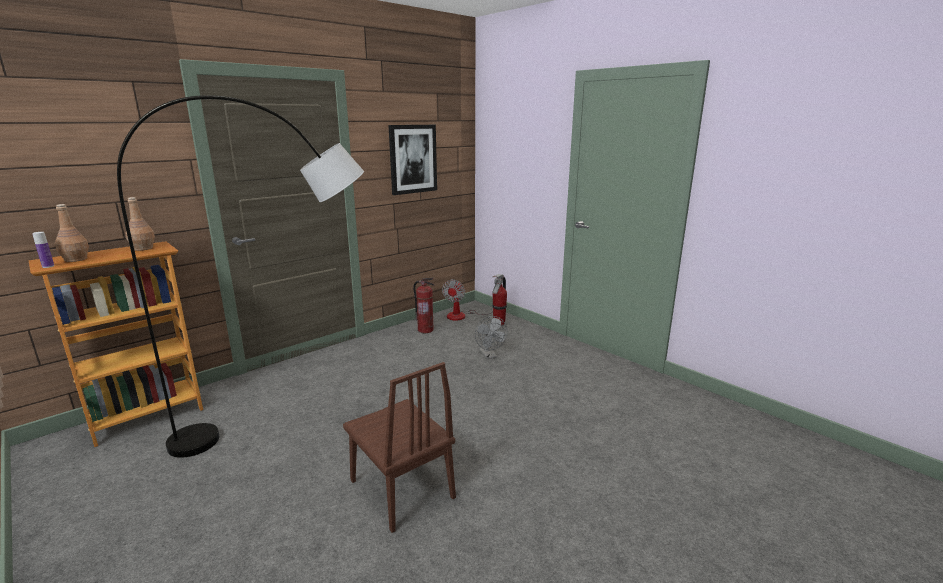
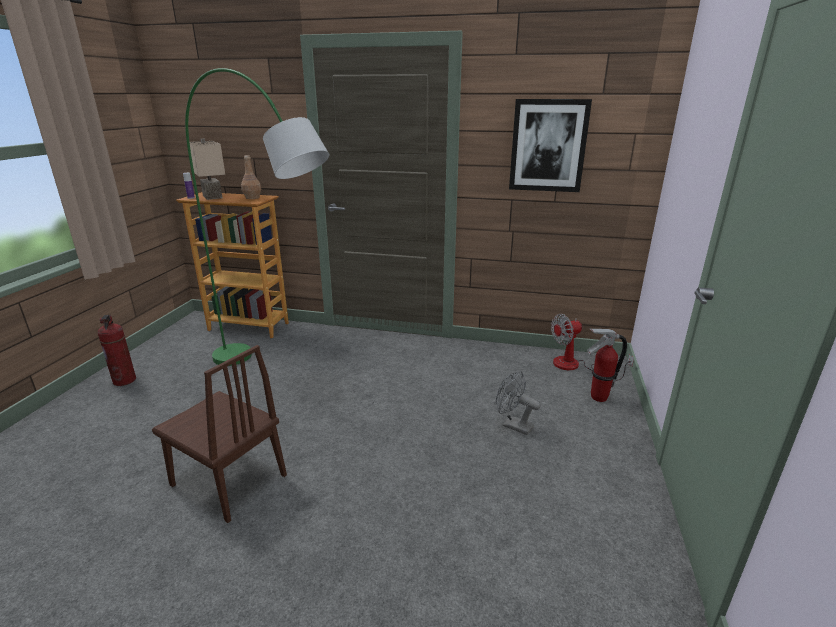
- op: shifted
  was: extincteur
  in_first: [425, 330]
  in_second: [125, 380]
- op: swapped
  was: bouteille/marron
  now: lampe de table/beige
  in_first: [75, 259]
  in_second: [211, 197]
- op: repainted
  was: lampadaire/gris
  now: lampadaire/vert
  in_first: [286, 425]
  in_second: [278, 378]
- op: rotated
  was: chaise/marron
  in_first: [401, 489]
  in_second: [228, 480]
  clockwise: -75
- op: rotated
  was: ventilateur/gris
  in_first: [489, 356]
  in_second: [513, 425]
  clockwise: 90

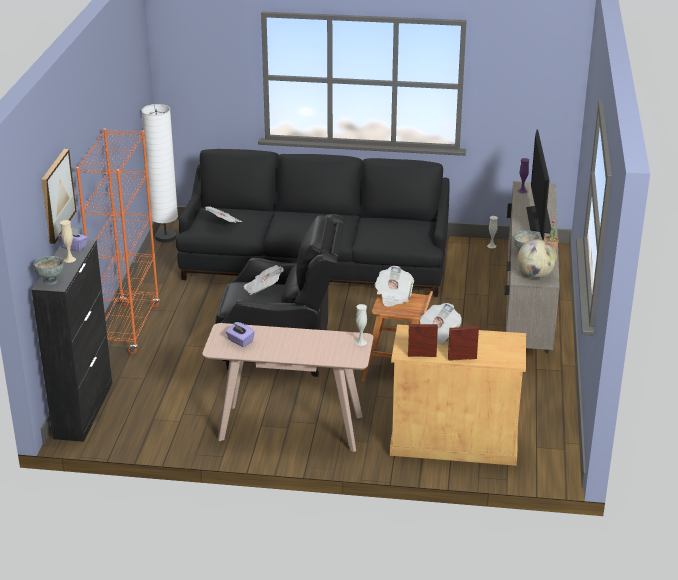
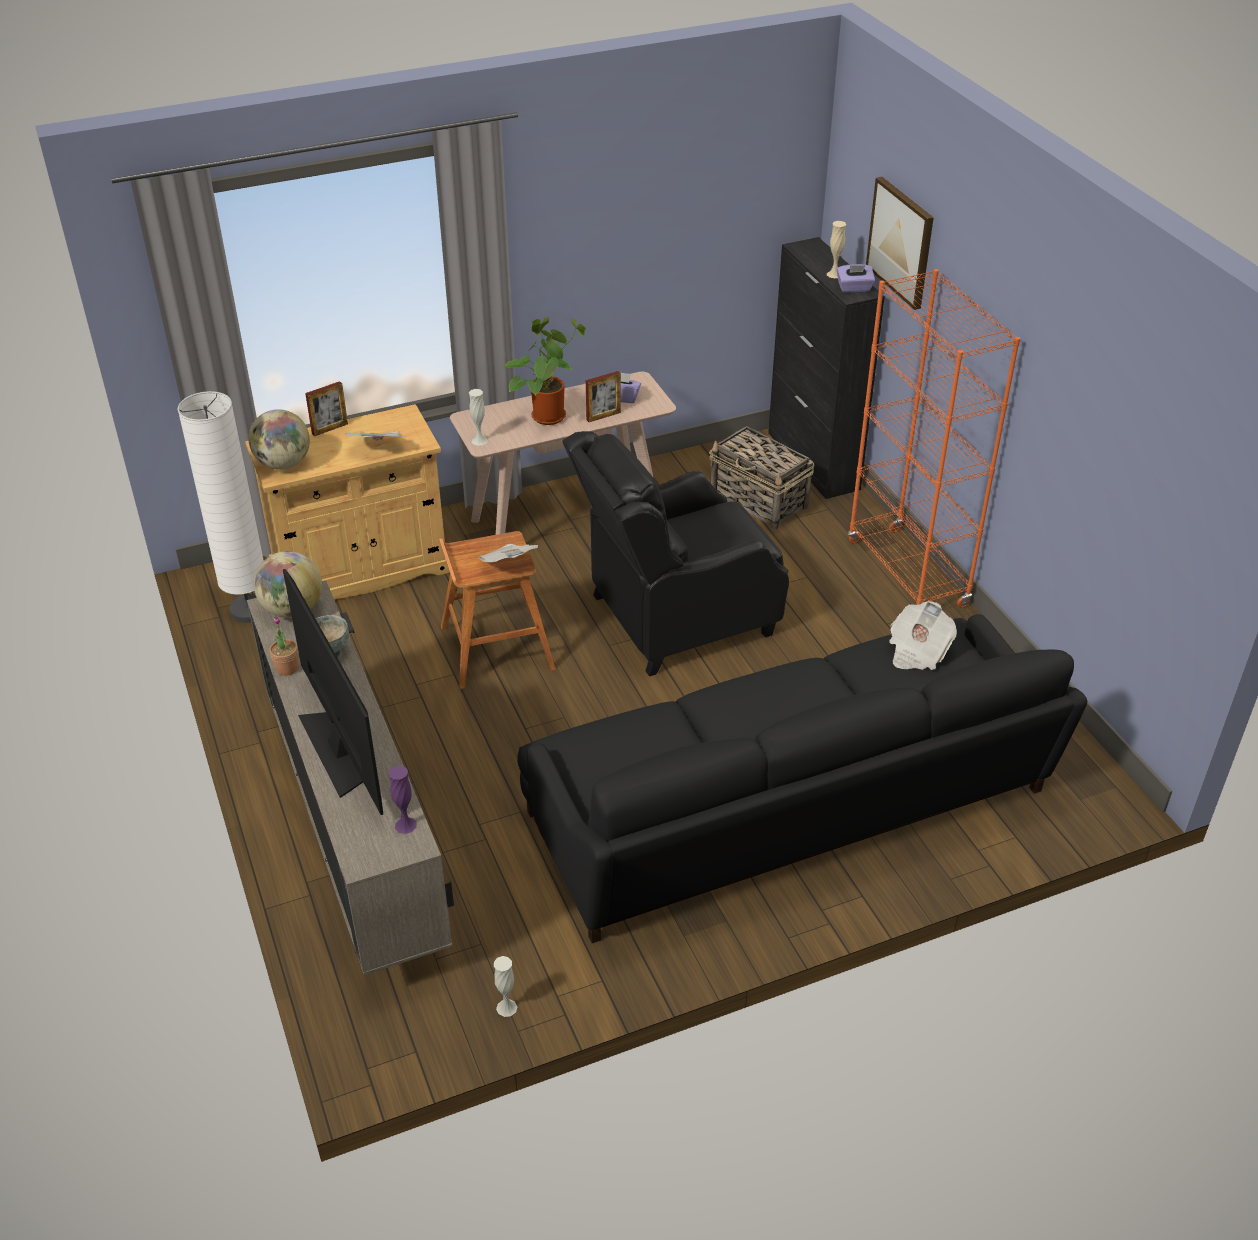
- op: gone
  was: bol/gris
  in_first: [50, 280]
- op: gone
  was: journal
  in_first: [263, 289]
- op: new
  now: globe
  in_second: [283, 464]
- op: new
  now: plante en pot
  in_second: [548, 414]
- op: new
  now: panier
  in_second: [759, 501]
- op: shifted
  was: lampadaire/blanc
  in_first: [165, 237]
  in_second: [249, 610]
- op: shifted
  was: cadre photo
  in_first: [422, 355]
  in_second: [603, 416]

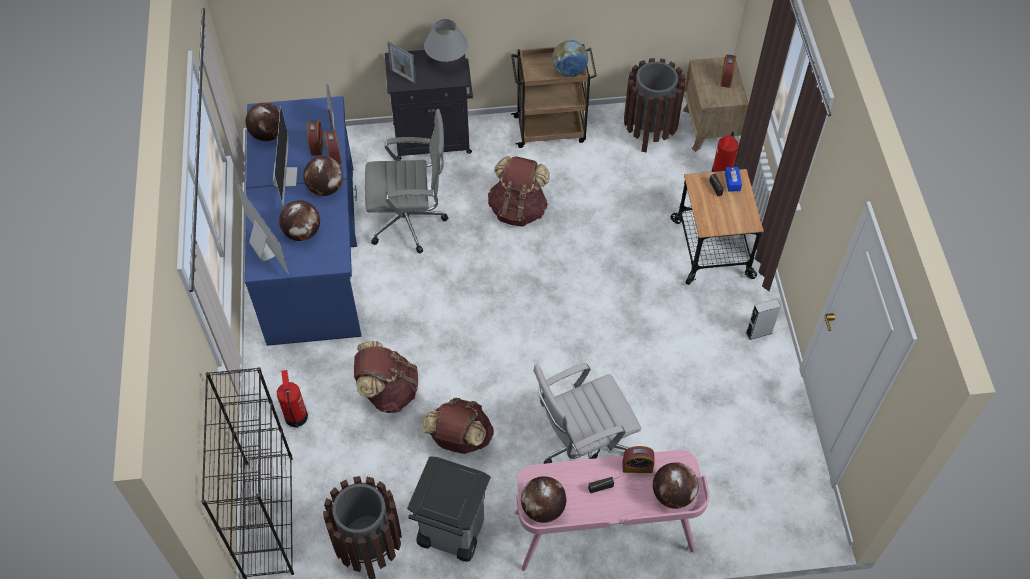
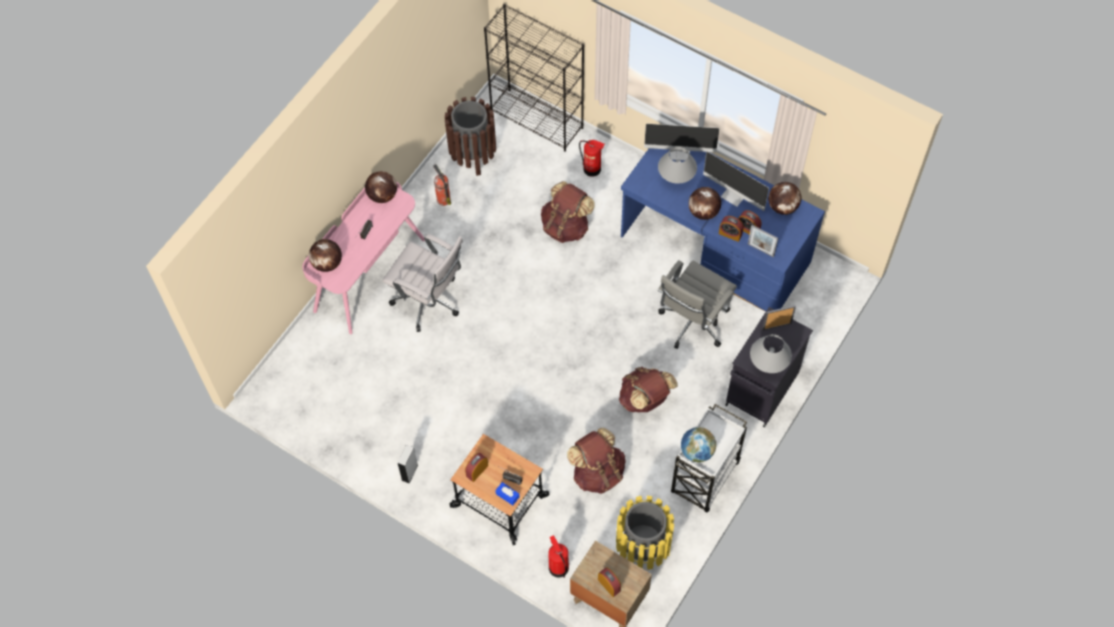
- op: shifted
  was: sac à dos/marron
  in_first: [459, 439]
  in_second: [597, 472]
- op: shifted
  was: réveil
  in_first: [637, 466]
  in_second: [477, 470]
- op: swapped
  was: globe
  now: lampe de table/gris
  in_first: [303, 232]
  in_second: [676, 178]
- op: swapped
  was: poubelle/gris
  now: extincteur
  in_first: [451, 533]
  in_second: [443, 199]
- op: repainted
  was: chariot/marron
  now: chariot/blanc
  in_first: [551, 129]
  in_second: [704, 479]
- op: repainted
  was: poubelle/marron
  now: poubelle/jaune
  in_first: [649, 132]
  in_second: [642, 549]
- op: rotated
  was: chaise de bureau/blanc
  in_first: [582, 449]
  in_second: [430, 302]
  clockwise: 105

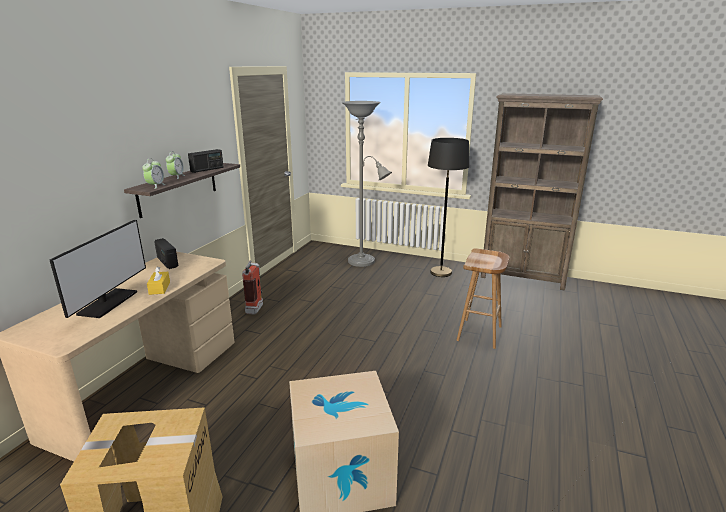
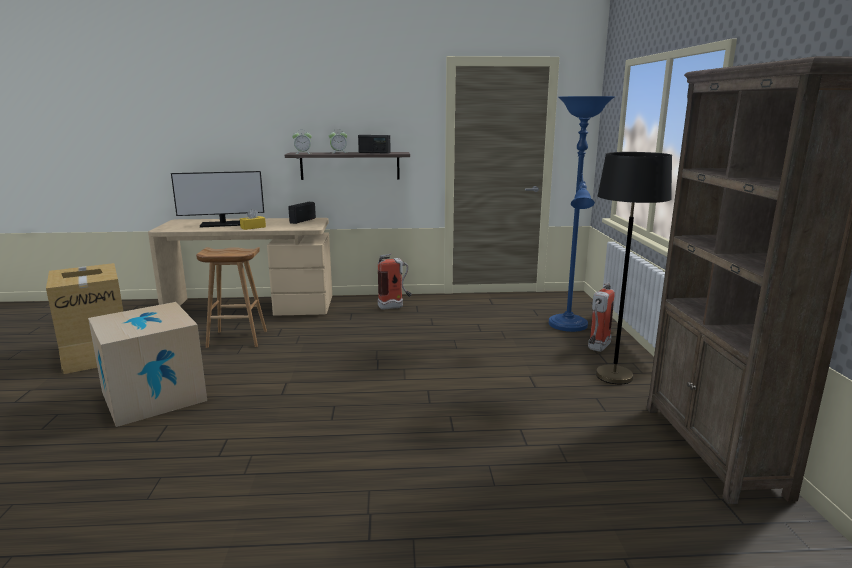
- op: new
  now: extincteur
  in_second: [597, 349]
- op: shifted
  was: tabouret/marron
  in_first: [480, 334]
  in_second: [236, 339]
- op: repainted
  was: lampadaire/gris
  now: lampadaire/bleu
  in_first: [364, 262]
  in_second: [568, 326]

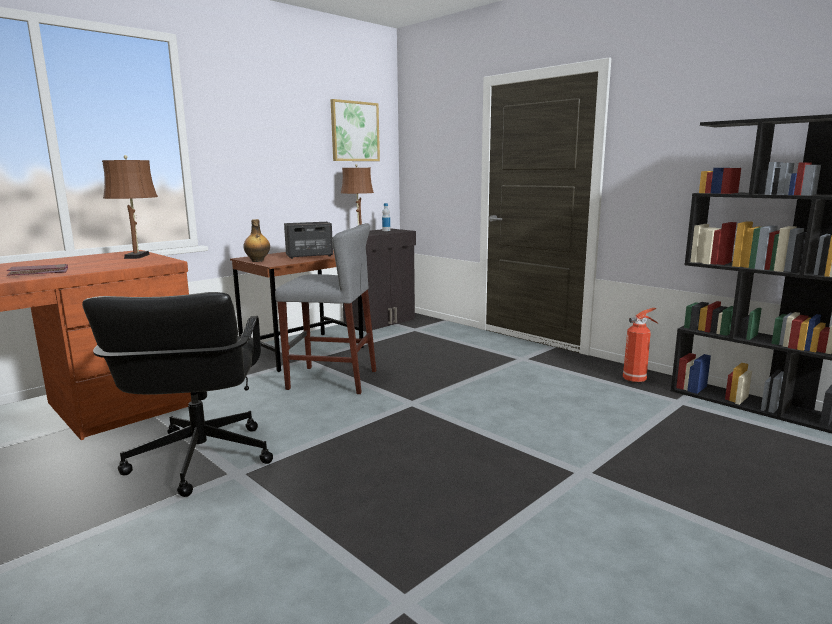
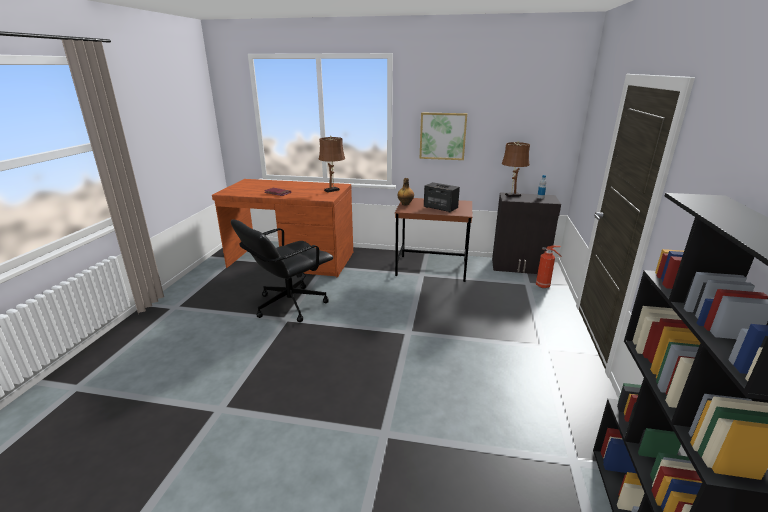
- op: gone
  was: tabouret/gris
  in_first: [332, 379]
- op: shifted
  was: tableau
  in_first: [354, 131]
  in_second: [442, 136]
- op: shifted
  was: extincteur
  in_first: [635, 380]
  in_second: [543, 286]

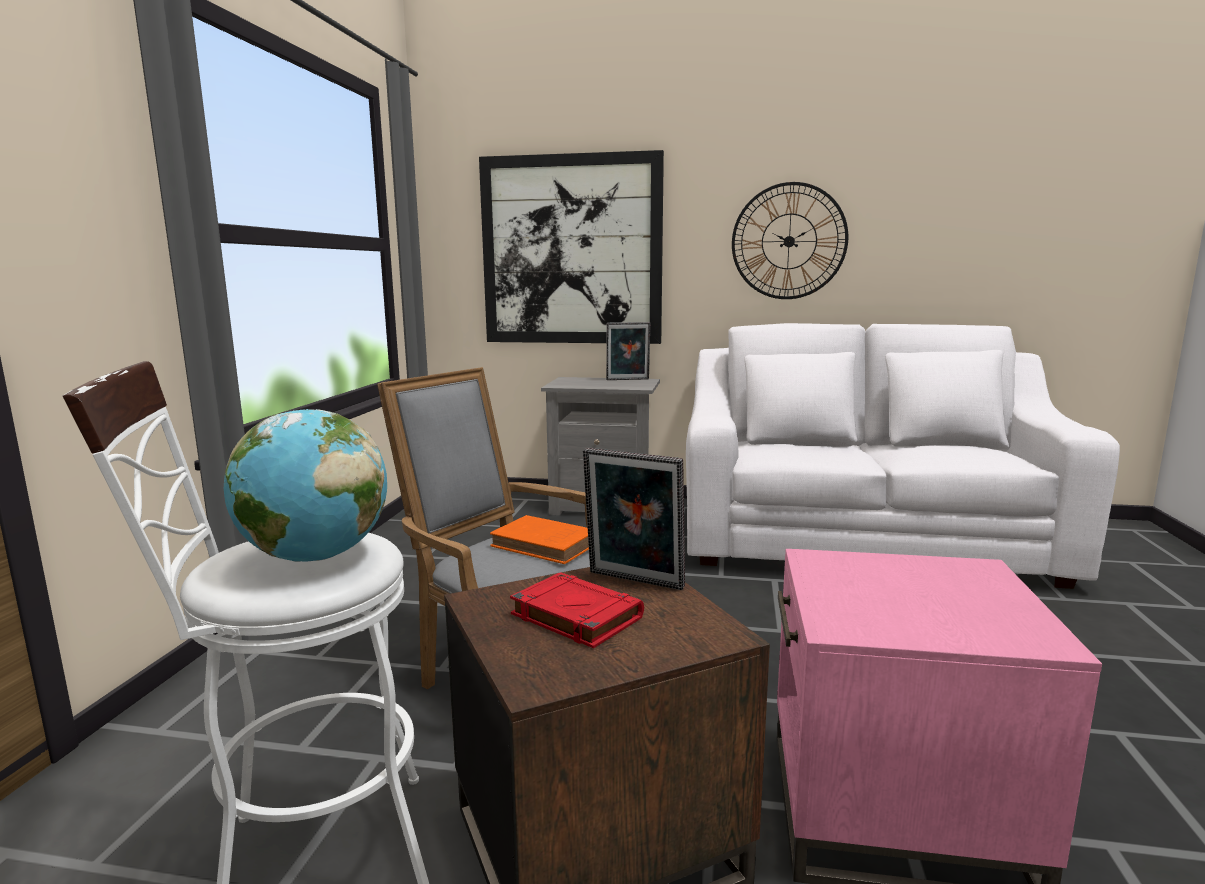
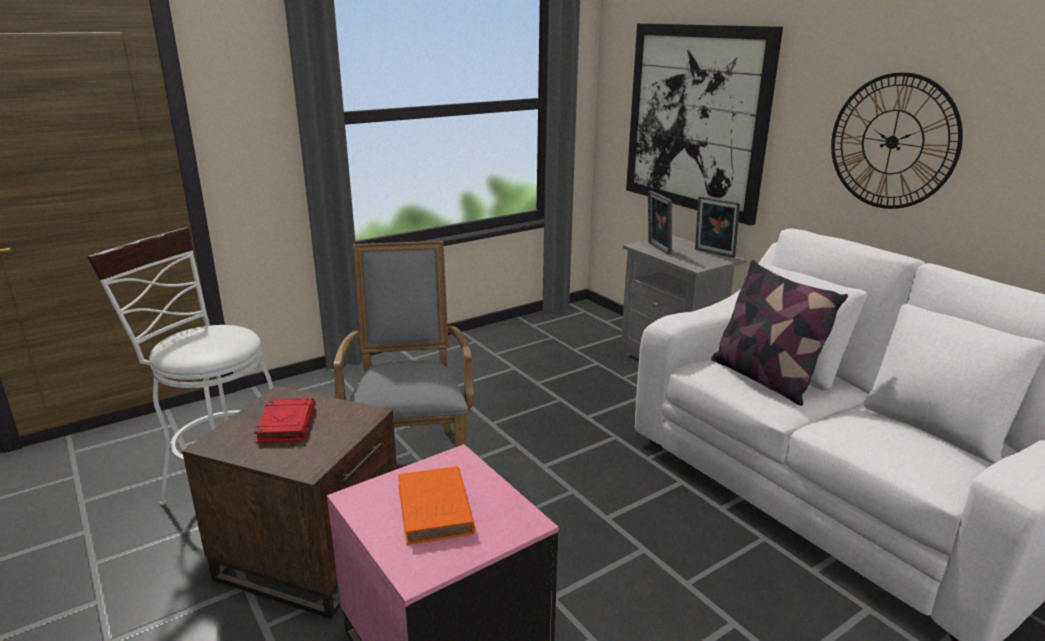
- op: gone
  was: globe
  in_first: [315, 557]
- op: new
  now: coussin
  in_second: [763, 378]
- op: shifted
  was: livre/orange
  in_first: [547, 545]
  in_second: [435, 511]
- op: shifted
  was: cadre photo
  in_first: [633, 582]
  in_second: [657, 248]

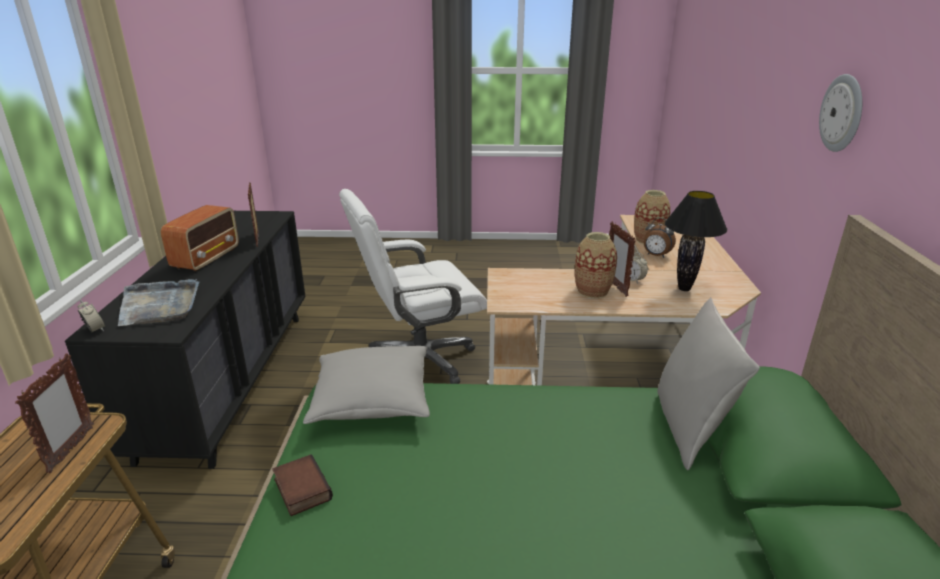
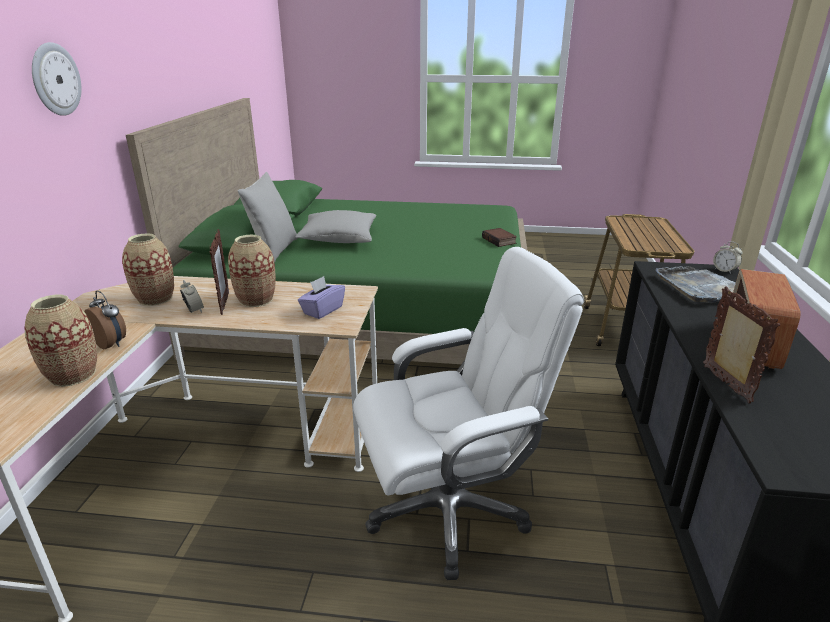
- op: gone
  was: cadre photo
  in_first: [71, 450]
- op: new
  now: boîte à mouchoirs/violet
  in_second: [322, 310]
- op: shifted
  was: coussin/gris
  in_first: [372, 400]
  in_second: [338, 239]
- op: swapped
  was: lampe de table/noir
  now: vase
  in_first: [685, 289]
  in_second: [155, 298]

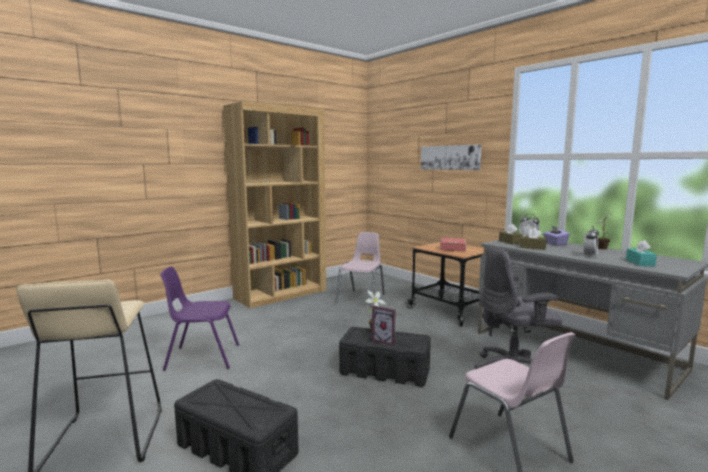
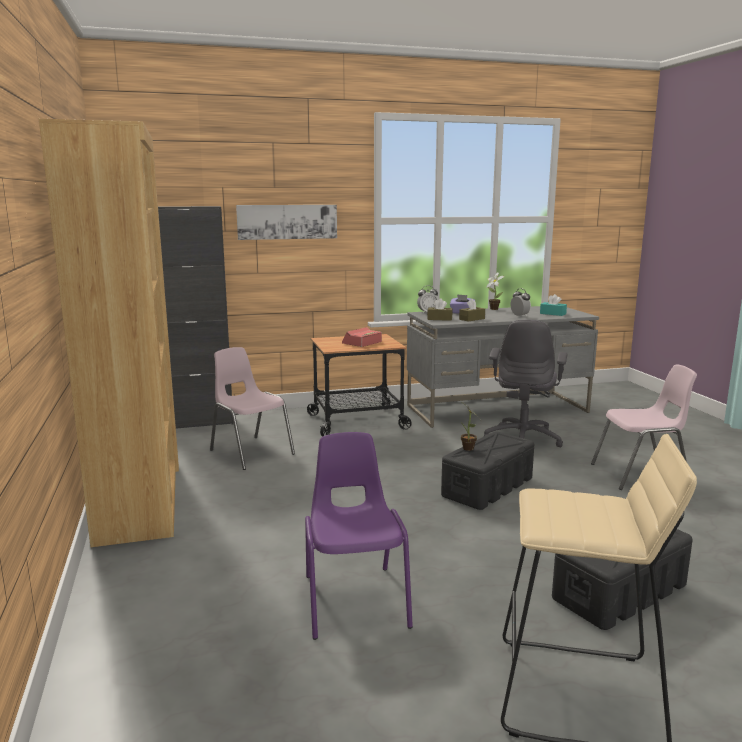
- op: gone
  was: cadre photo
  in_first: [385, 341]
- op: new
  now: meuble de rangement/noir
  in_second: [198, 422]
- op: rotated
  was: chaise/violet
  in_first: [202, 357]
  in_second: [355, 599]
  clockwise: 150

